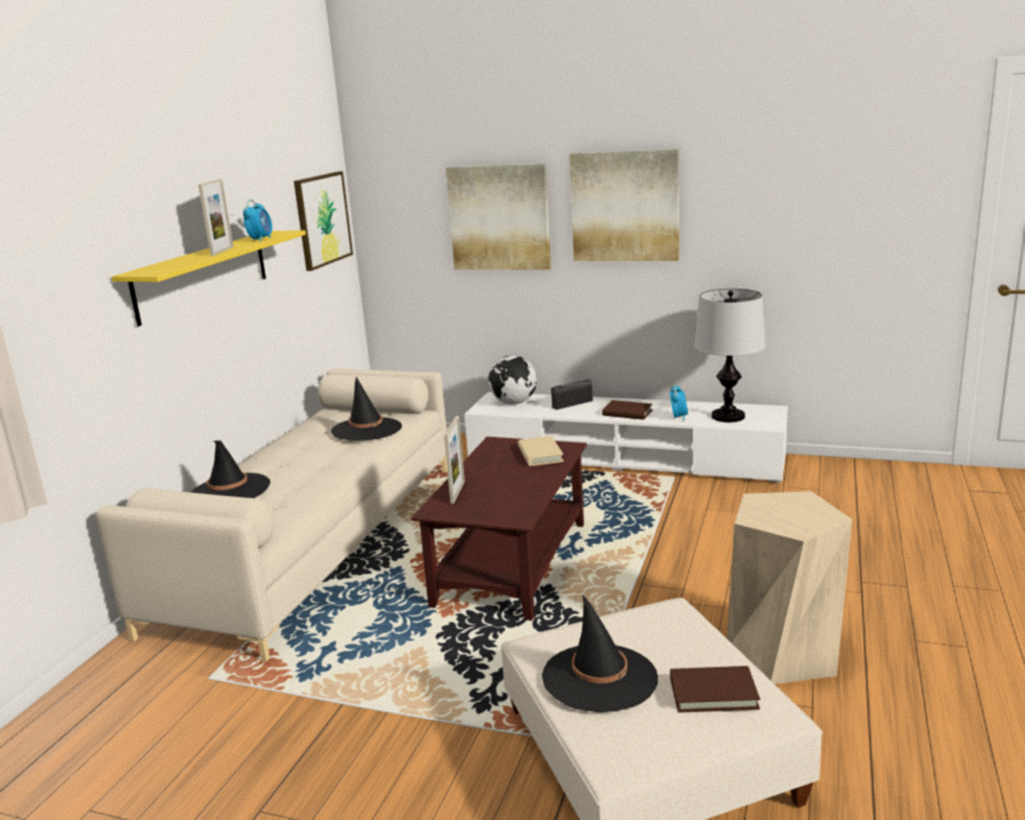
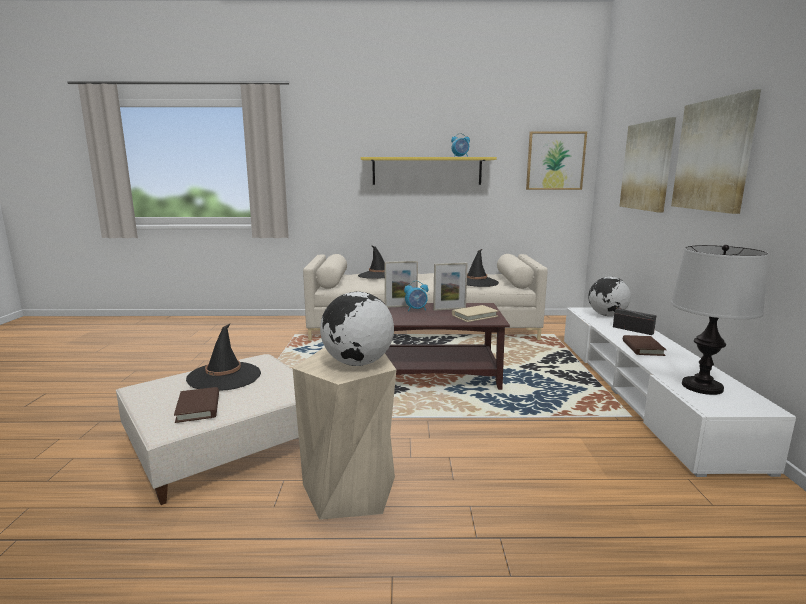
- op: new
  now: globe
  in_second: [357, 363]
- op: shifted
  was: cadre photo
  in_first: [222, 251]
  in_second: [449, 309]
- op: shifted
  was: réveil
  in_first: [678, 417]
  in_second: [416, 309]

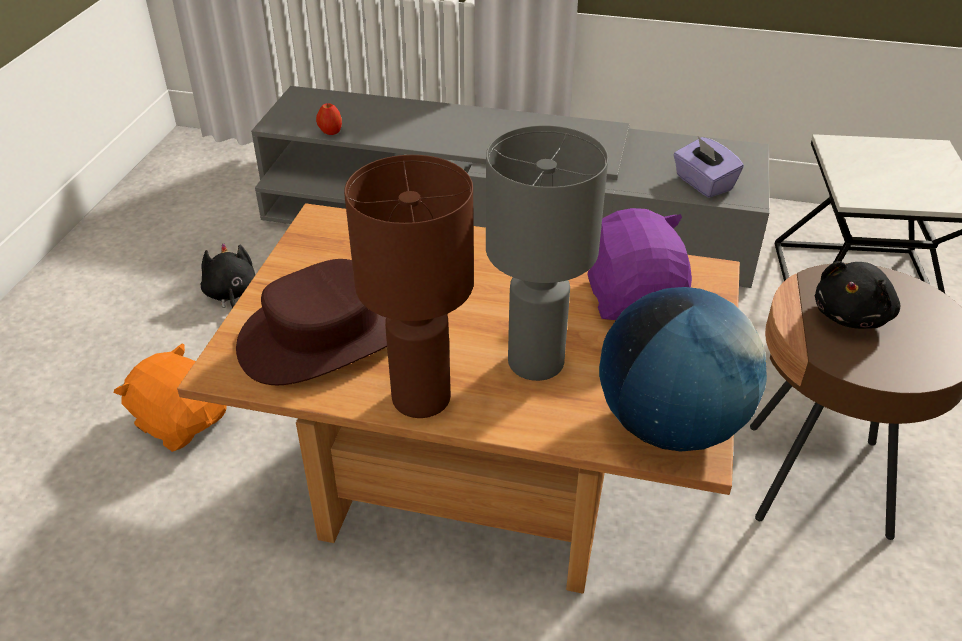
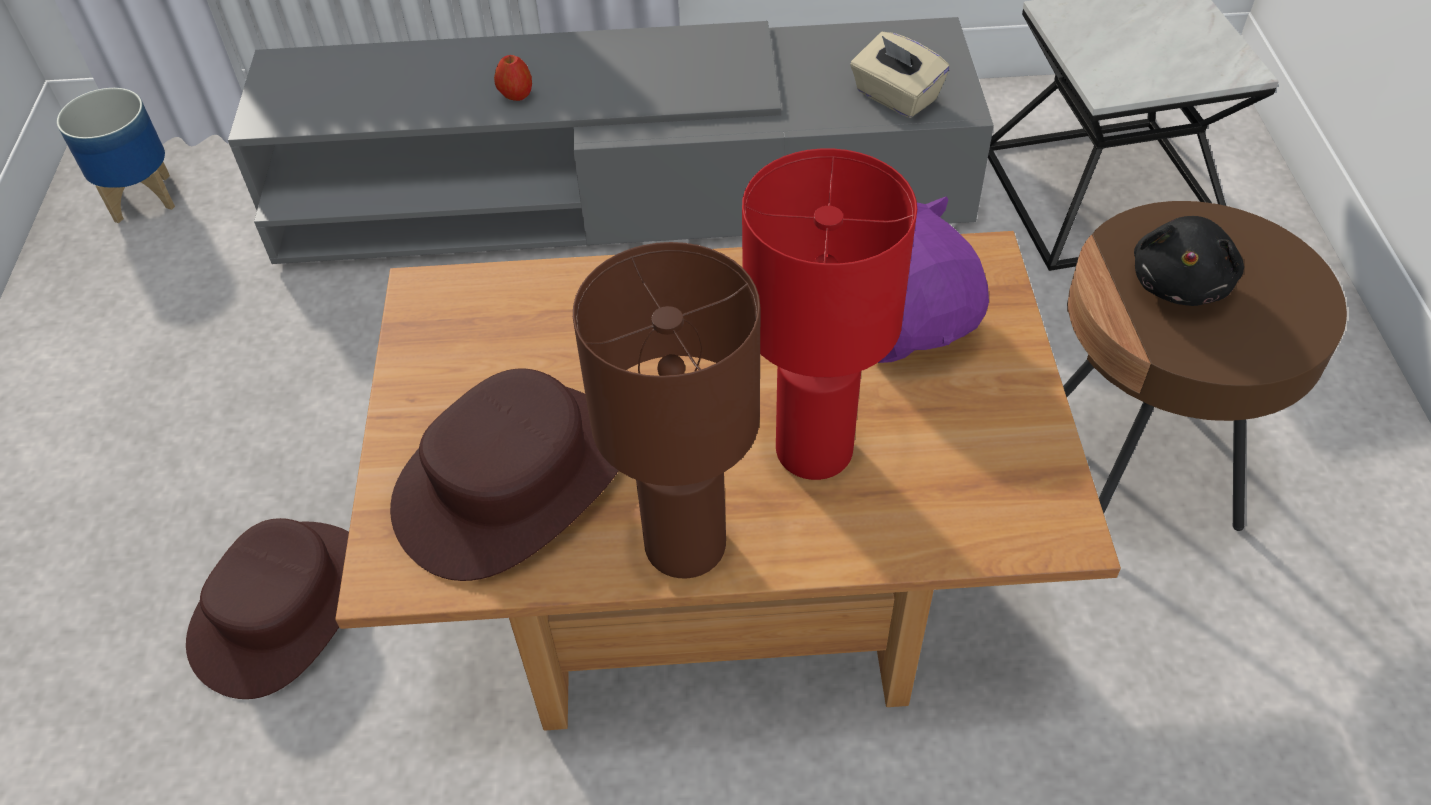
- op: gone
  was: peluche/noir
  in_first: [231, 295]
- op: gone
  was: globe
  in_first: [670, 425]
- op: new
  now: cache-pot
  in_second: [144, 198]
- op: shifted
  was: pomme
  in_first: [330, 132]
  in_second: [516, 96]
- op: swapped
  was: peluche/orange
  now: chapeau/marron
  in_first: [182, 421]
  in_second: [283, 608]
- op: repainted
  was: lampe de table/gris
  now: lampe de table/rouge
  in_first: [535, 361]
  in_second: [812, 449]
- op: repainted
  was: boîte à mouchoirs/violet
  now: boîte à mouchoirs/beige
  in_first: [703, 183]
  in_second: [895, 97]

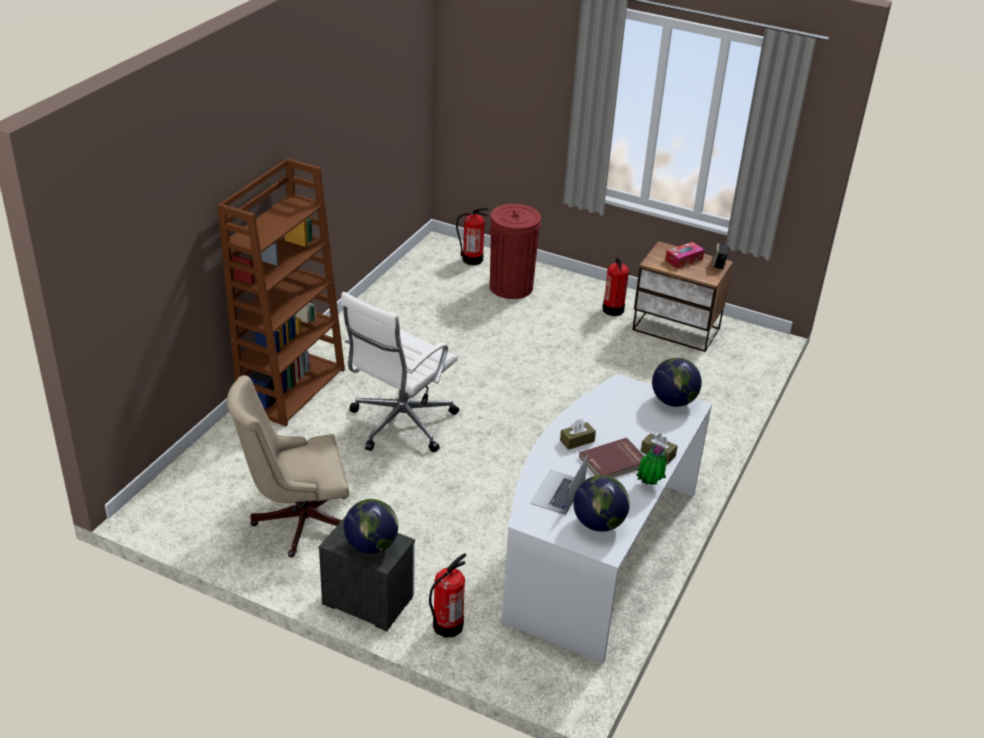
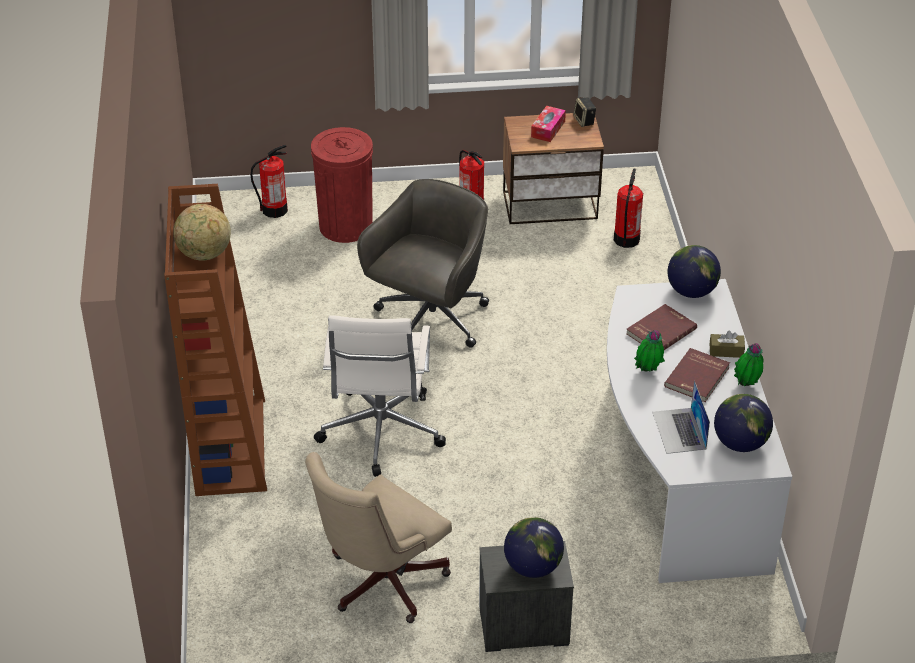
- op: new
  now: globe
  in_second: [204, 254]
- op: new
  now: chaise de bureau/gris
  in_second: [430, 320]
- op: new
  now: livre/rouge
  in_second: [660, 331]
- op: shifted
  was: extincteur
  in_first: [447, 626]
  in_second: [626, 240]
- op: swapped
  was: boîte à mouchoirs/marron
  now: plante en pot
  in_first: [577, 441]
  in_second: [648, 372]

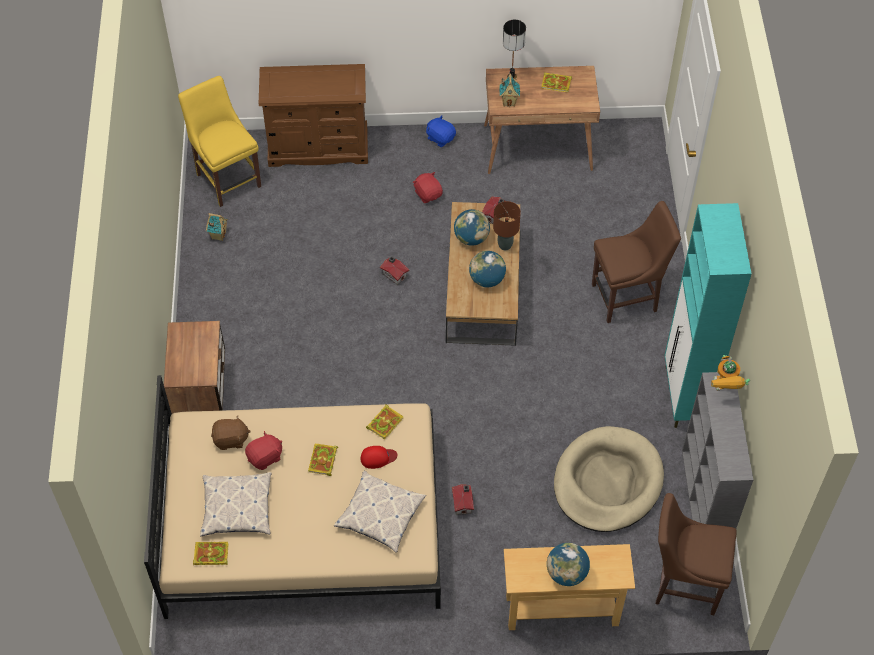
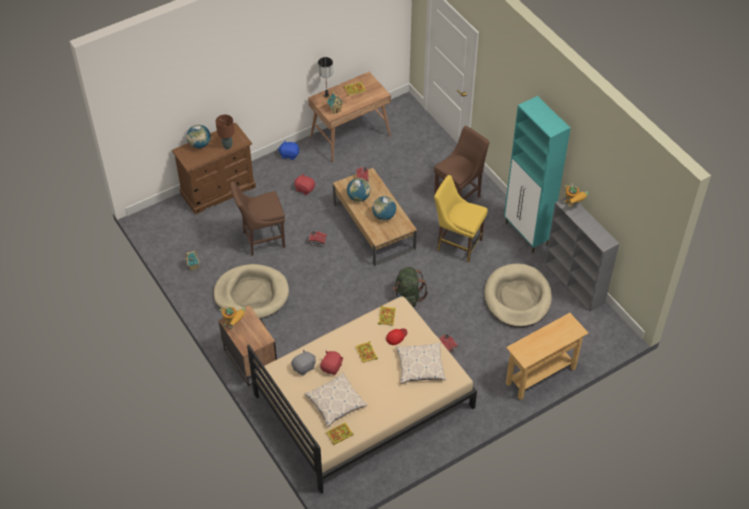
- op: new
  now: panier pour chien/beige
  in_second: [251, 294]
- op: new
  now: robot jouet
  in_second: [234, 325]
- op: new
  now: sac à dos/vert
  in_second: [408, 297]
- op: shifted
  was: chaise/jaune
  in_first: [227, 178]
  in_second: [457, 244]
- op: shifted
  was: lampe de table/marron
  in_first: [504, 245]
  in_second: [227, 146]
- op: shifted
  was: globe
  in_first: [566, 573]
  in_second: [200, 144]
- op: shifted
  was: chaise/marron
  in_first: [683, 583]
  in_second: [261, 240]
- op: repainted
  was: peluche/marron
  now: peluche/gris
  in_first: [231, 439]
  in_second: [304, 367]

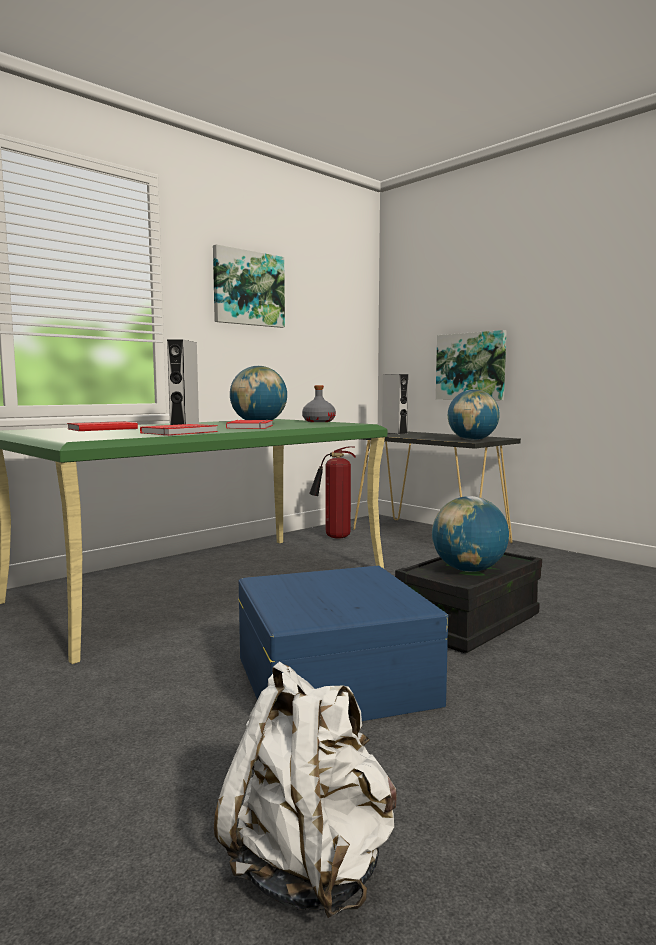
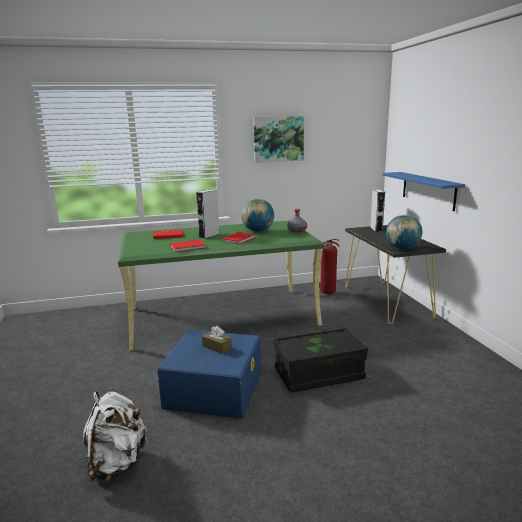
- op: gone
  was: globe
  in_first: [468, 570]
- op: new
  now: boîte à mouchoirs/marron
  in_second: [217, 347]
- op: swapped
  was: tableau
  now: étagère/bleu
  in_first: [471, 366]
  in_second: [428, 190]

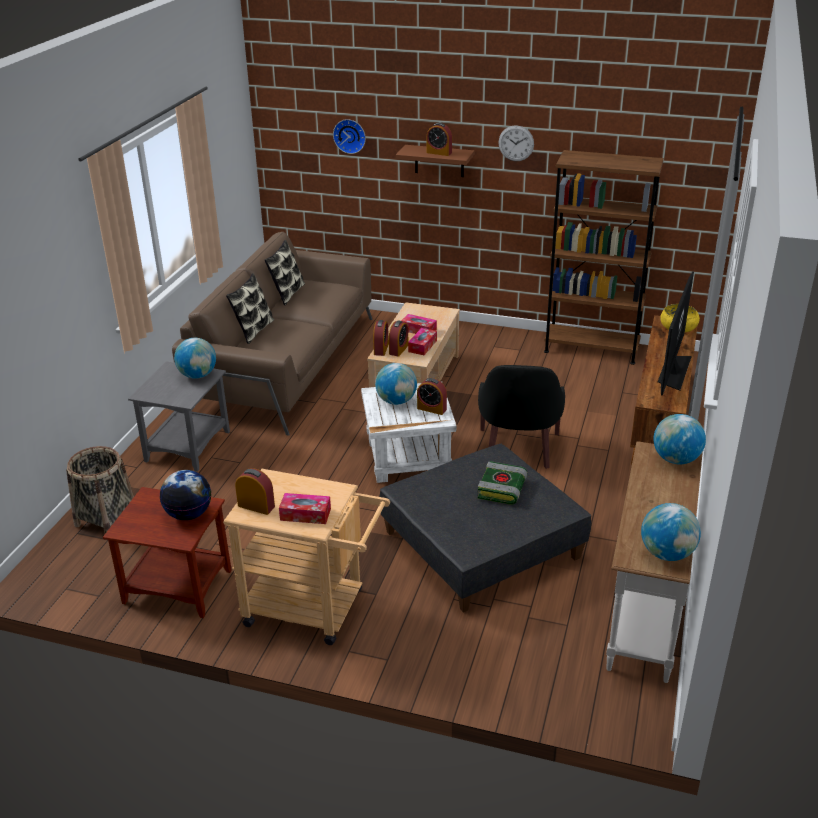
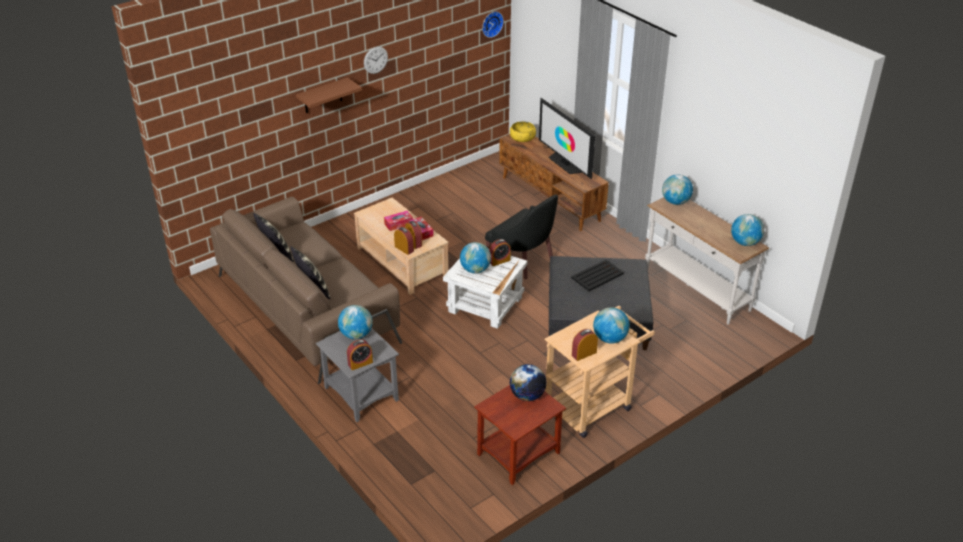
- op: gone
  was: panier
  in_first: [106, 519]
- op: gone
  was: bibliothèque/marron
  in_first: [591, 349]
- op: shifted
  was: horloge murale
  in_first: [350, 135]
  in_second: [491, 23]
- op: shifted
  was: réveil
  in_first: [439, 153]
  in_second: [360, 363]
- op: swapped
  was: boîte à mouchoirs
  now: globe
  in_first: [305, 514]
  in_second: [610, 338]
- op: swapped
  was: livre
  now: plateau/noir
  in_first: [502, 489]
  in_second: [598, 276]

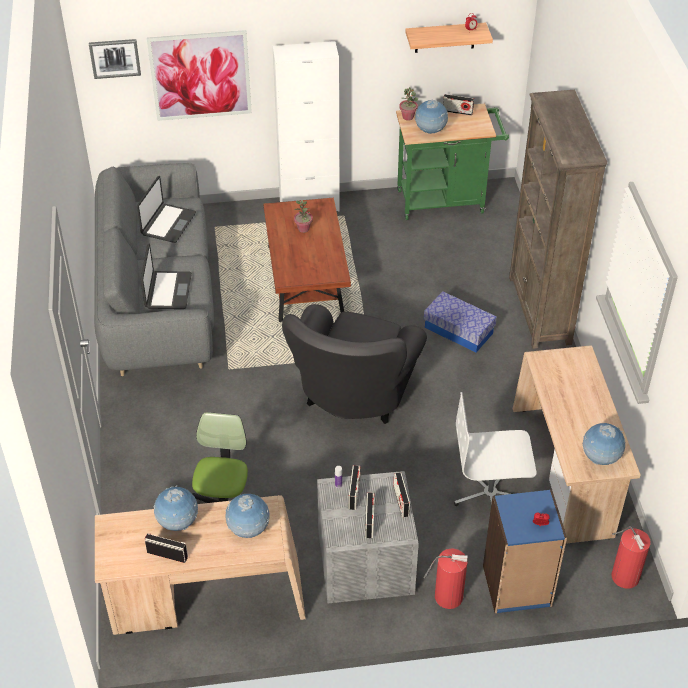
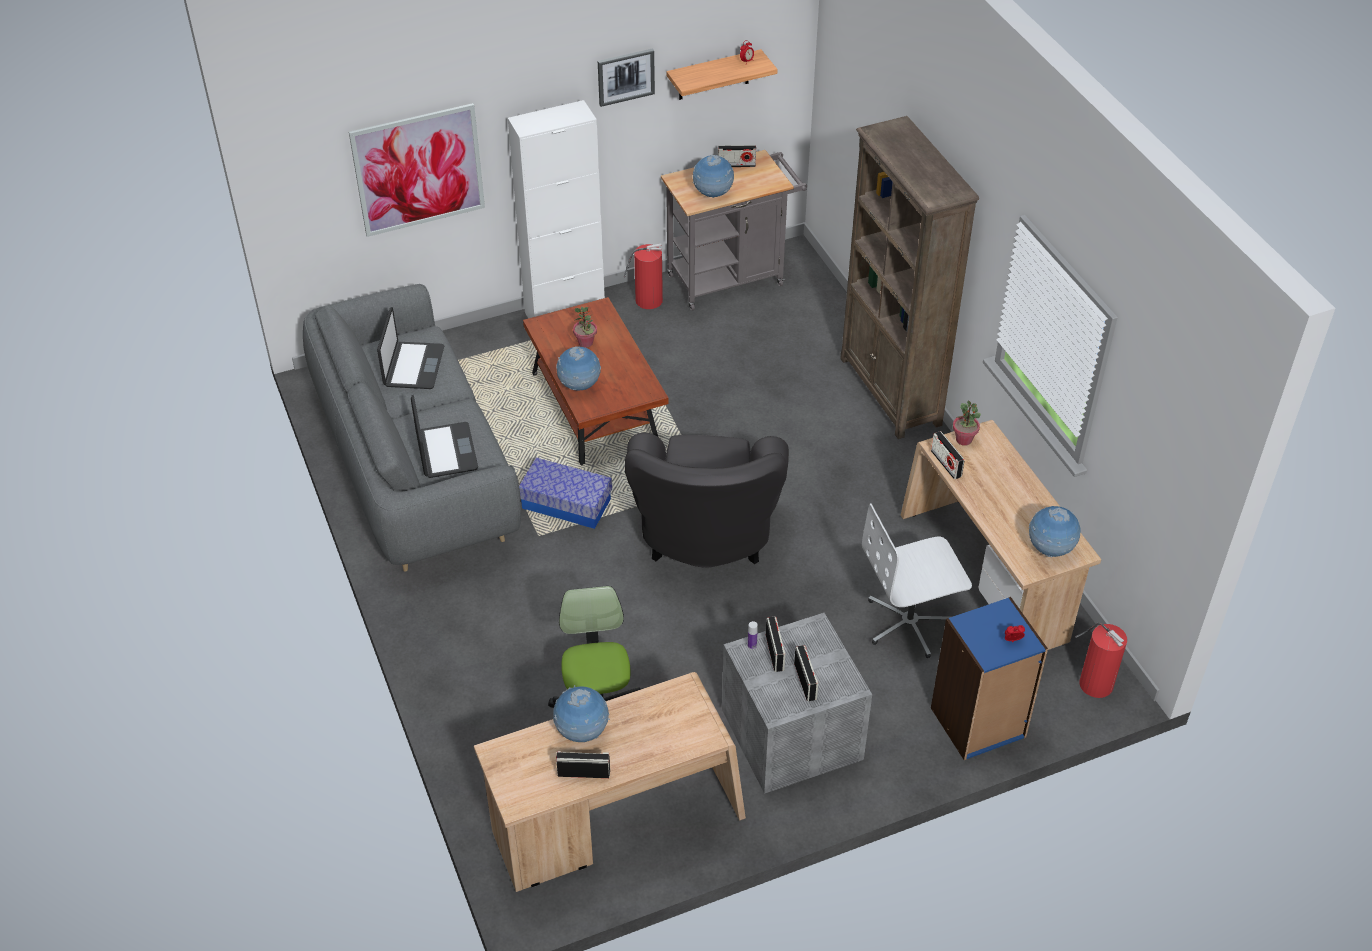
- op: shifted
  was: tableau
  in_first: [115, 58]
  in_second: [625, 76]
- op: shifted
  was: globe
  in_first: [248, 530]
  in_second: [579, 386]
- op: shifted
  was: radio
  in_first: [401, 501]
  in_second: [946, 464]
- op: shifted
  was: plante en pot
  in_first: [408, 117]
  in_second: [964, 440]
- op: shifted
  was: extincteur
  in_first: [447, 596]
  in_second: [647, 300]
- op: shifted
  was: boîte de rangement
  in_first: [458, 330]
  in_second: [566, 504]
- op: repainted
  was: chariot/vert
  now: chariot/gris
  in_first: [446, 200]
  in_second: [732, 278]

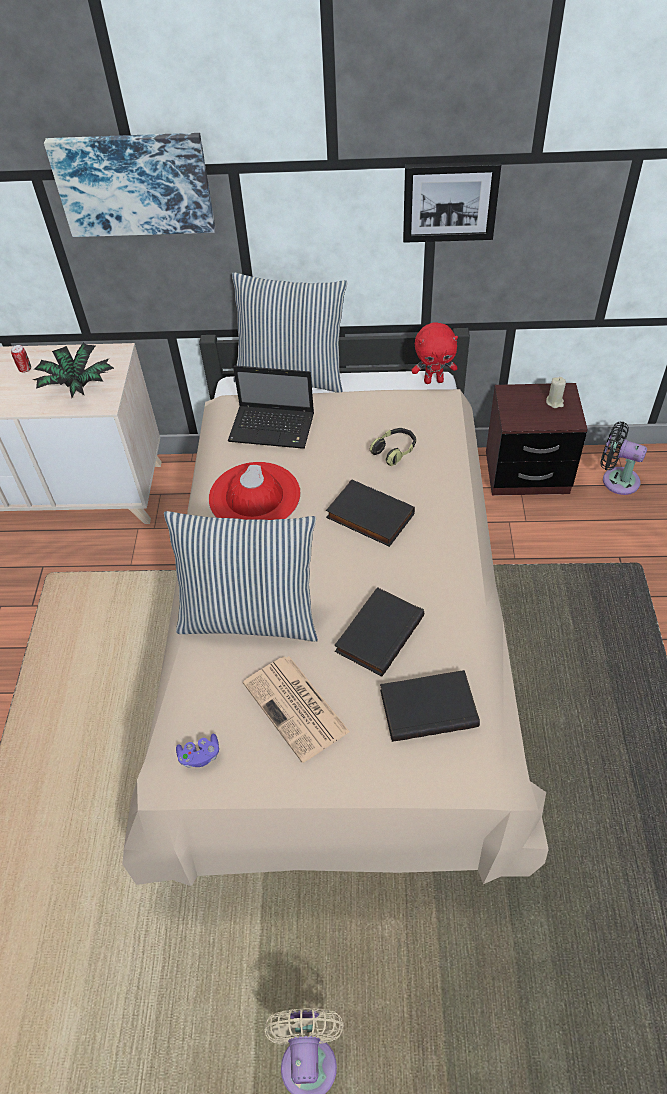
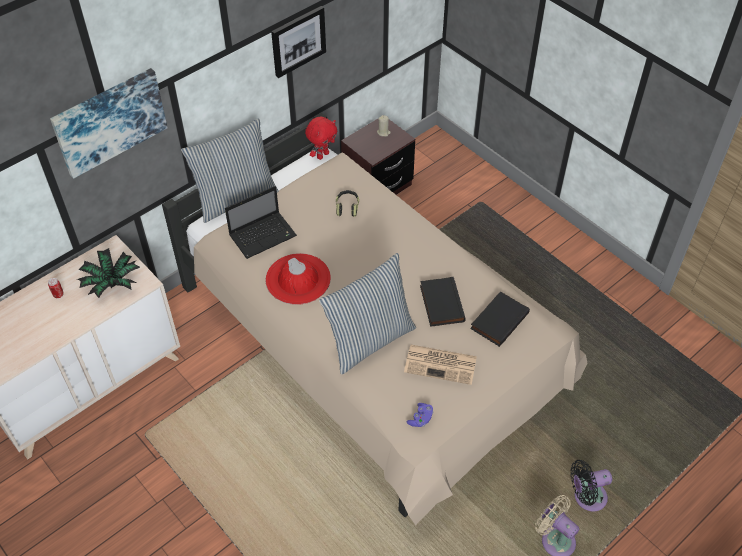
- op: gone
  was: livre/noir
  in_first: [368, 517]
- op: shifted
  was: ventilateur/noir
  in_first: [616, 479]
  in_second: [586, 497]

